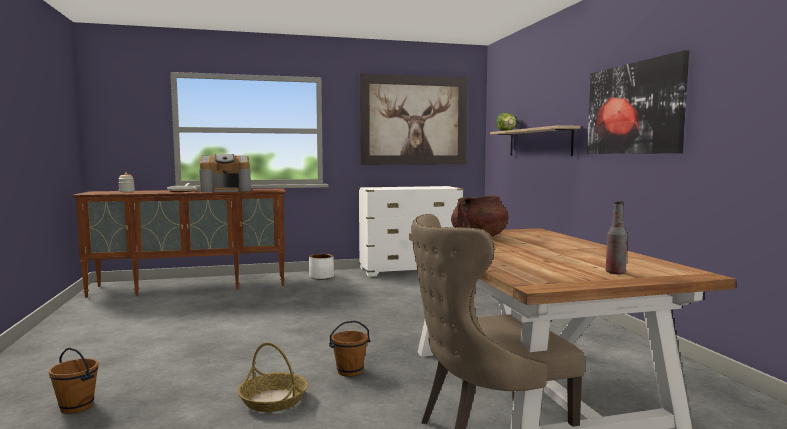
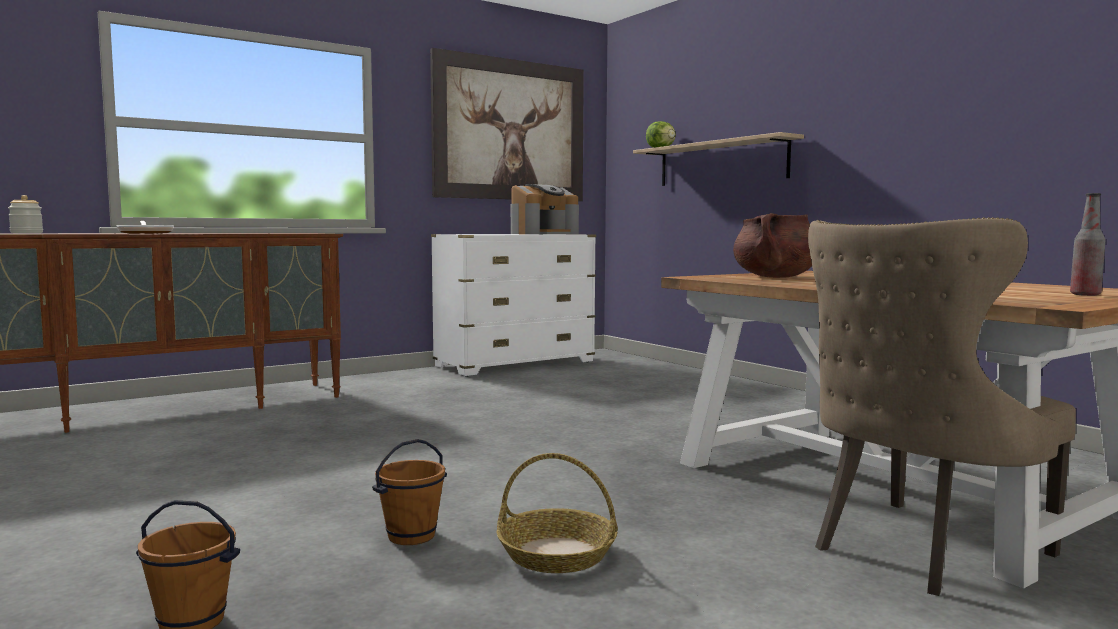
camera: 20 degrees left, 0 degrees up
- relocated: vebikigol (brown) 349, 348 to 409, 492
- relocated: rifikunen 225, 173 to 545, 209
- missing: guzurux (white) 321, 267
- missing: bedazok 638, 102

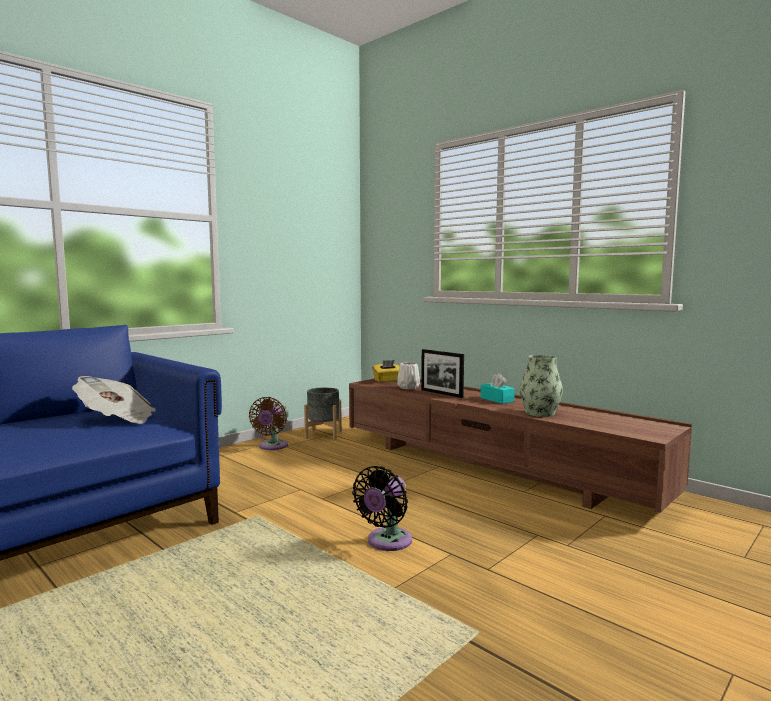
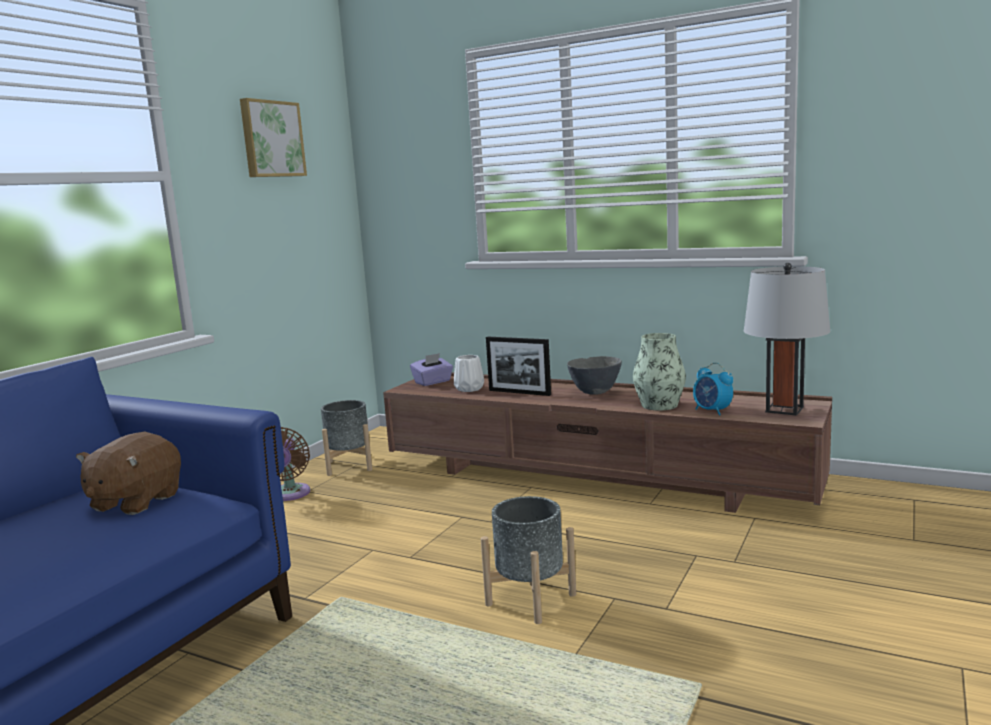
camera: 15 degrees left, 5 degrees up
- exchanged: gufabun 114, 400 to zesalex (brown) 128, 473
- appeared: bedazok 273, 137
- colour: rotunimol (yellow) 385, 371 to rotunimol (purple) 431, 369
- exchanged: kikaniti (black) 382, 508 to guzurux (grey) 528, 560
- exchanged: rotunimol (turquoise) 497, 388 to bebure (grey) 594, 375
- appeared: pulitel 713, 389
- appeared: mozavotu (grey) 787, 339

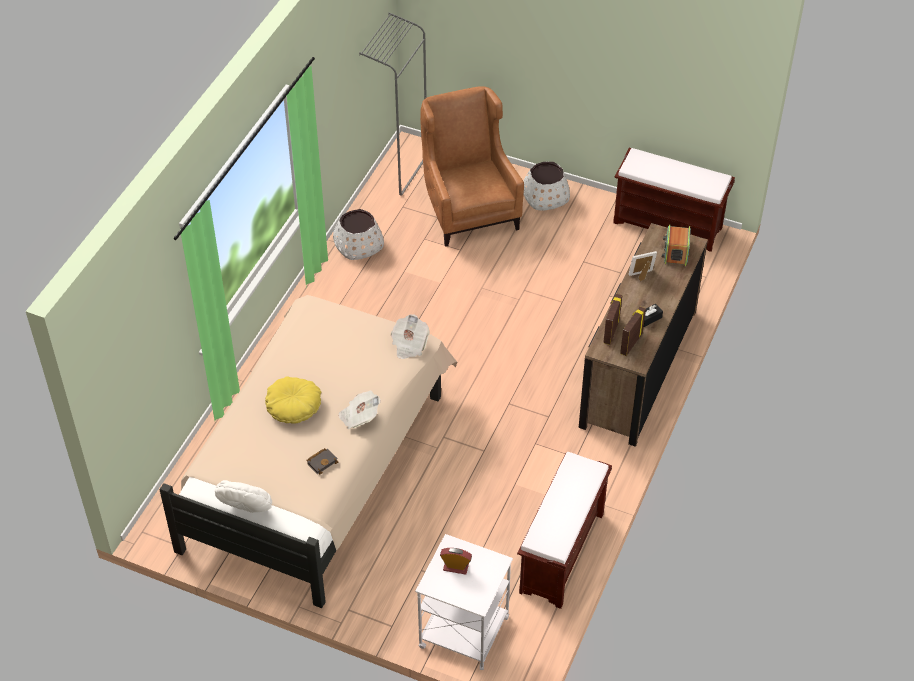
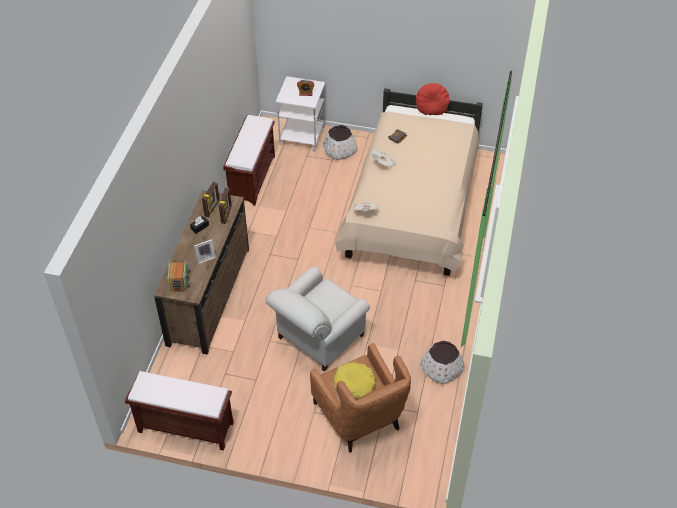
camera: 170 degrees right, 0 degrees up
- appeared: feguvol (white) 318, 318
- relocated: guzurux (white) 547, 186 to 340, 142
- relocated: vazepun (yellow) 293, 400 to 354, 380
- colour: vazepun (white) 243, 496 to vazepun (red) 433, 99
- missing: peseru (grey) 393, 104

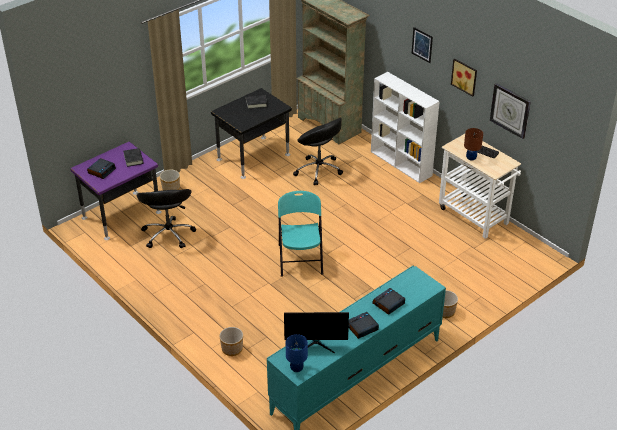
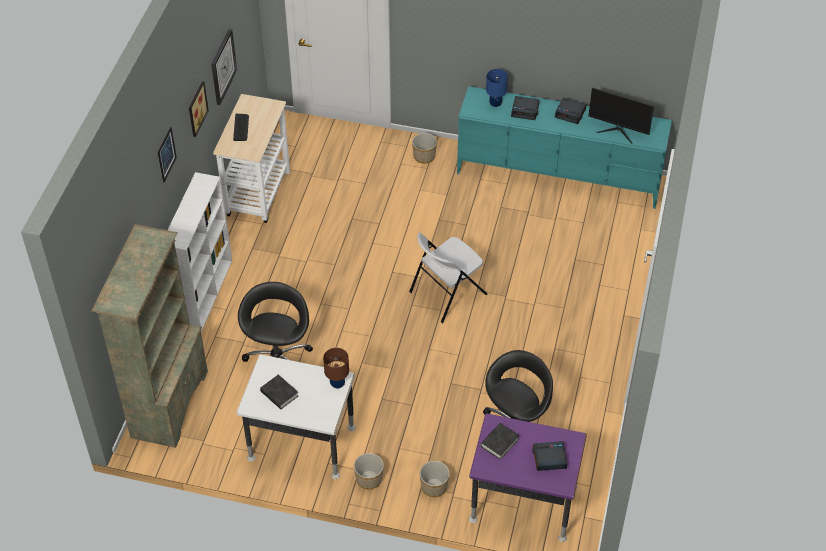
camera: 125 degrees left, 10 degrees up
- colour: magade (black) 251, 133 to magade (white) 296, 416
- relocated: mozavotu (brown) 473, 144 to 336, 368
- relocated: guzurux 231, 341 to 369, 471
- colour: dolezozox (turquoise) 300, 233 to dolezozox (white) 448, 278
- relocated: mozavotu (blue) 297, 353 to 497, 88
- spun: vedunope 316, 332 = 621, 115 150 degrees clockwise

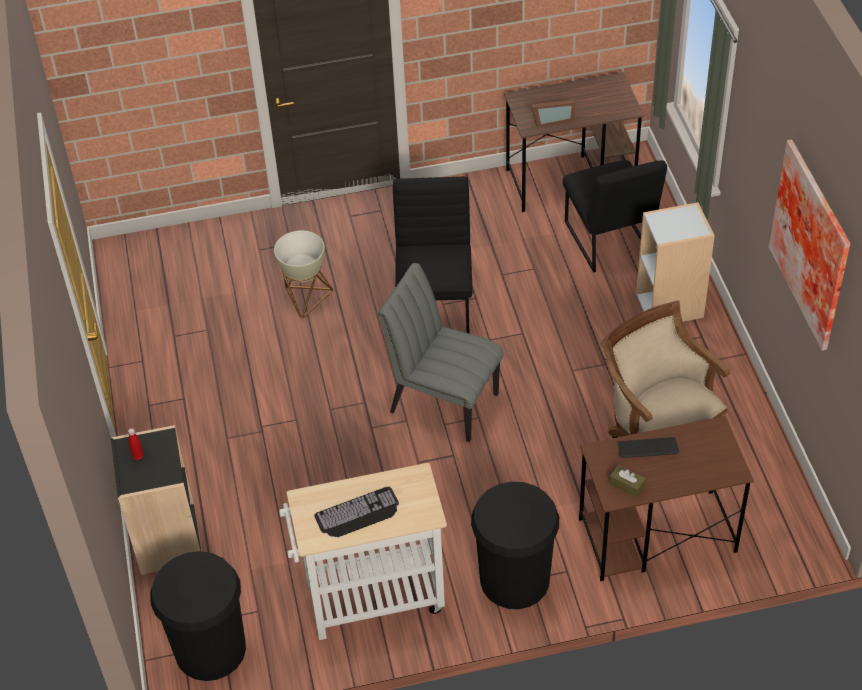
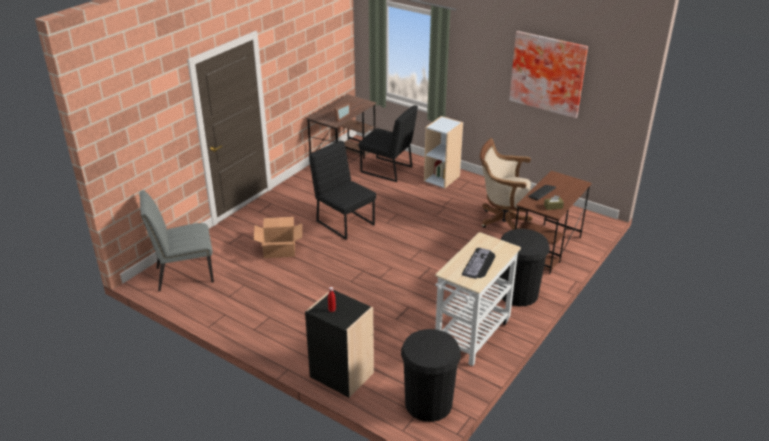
camera: 45 degrees left, 15 degrees down
- relocated: dolezozox (grey) 440, 352 to 177, 241
- exchanged: guzurux 303, 274 to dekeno 277, 237

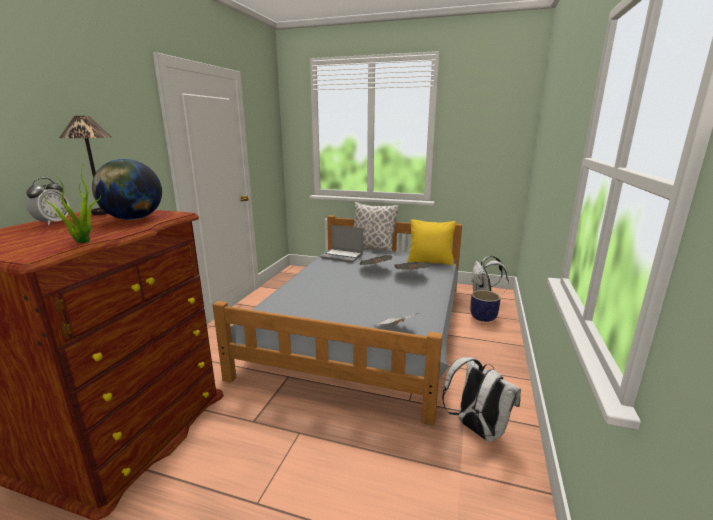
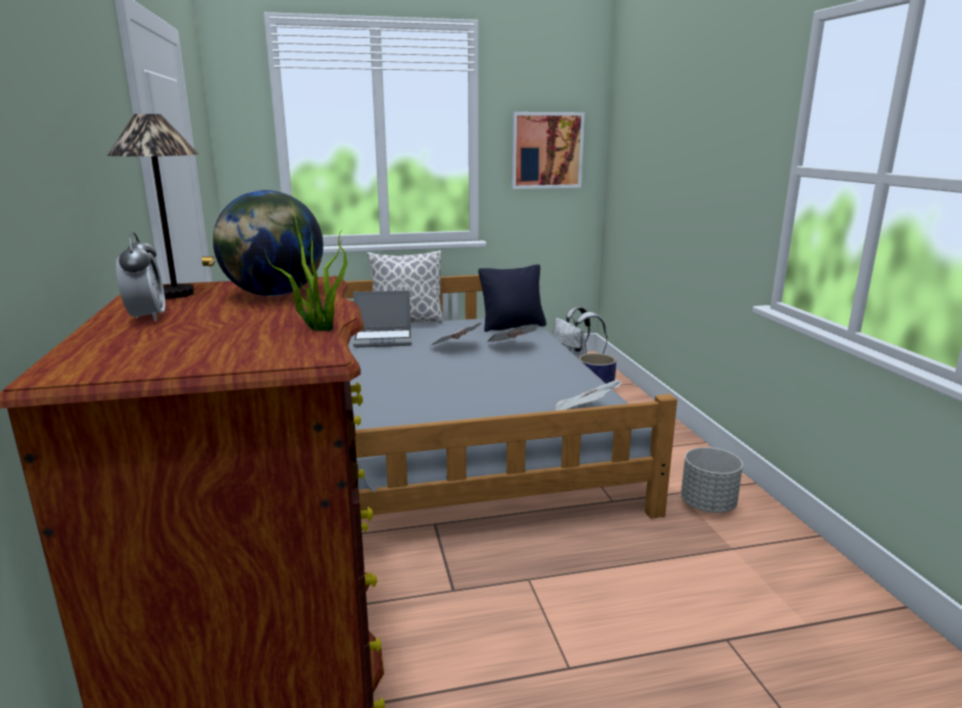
camera: 30 degrees left, 0 degrees up
- colour: vazepun (yellow) 432, 242 to vazepun (black) 512, 298
- appeared: bedazok 548, 150
- exchanged: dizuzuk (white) 481, 399 to guzurux (grey) 712, 480

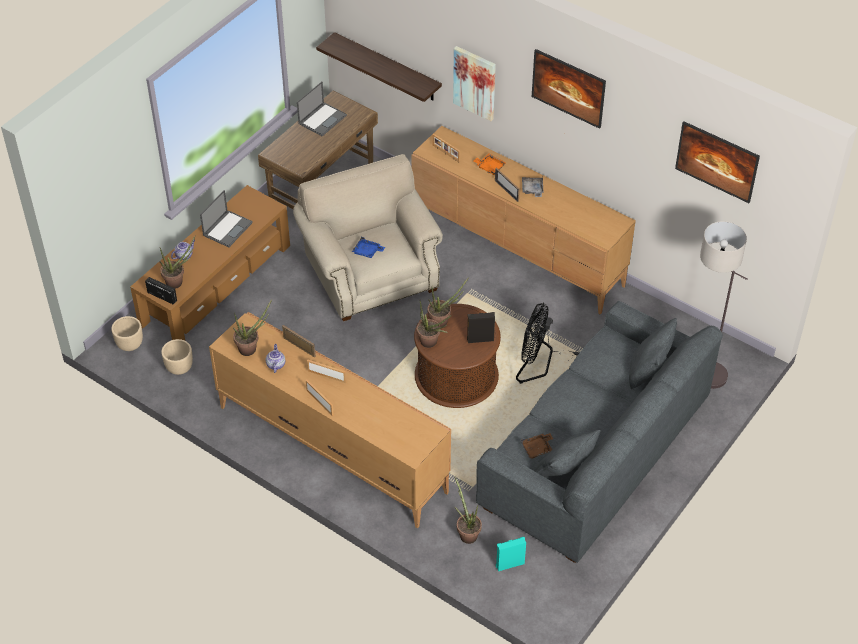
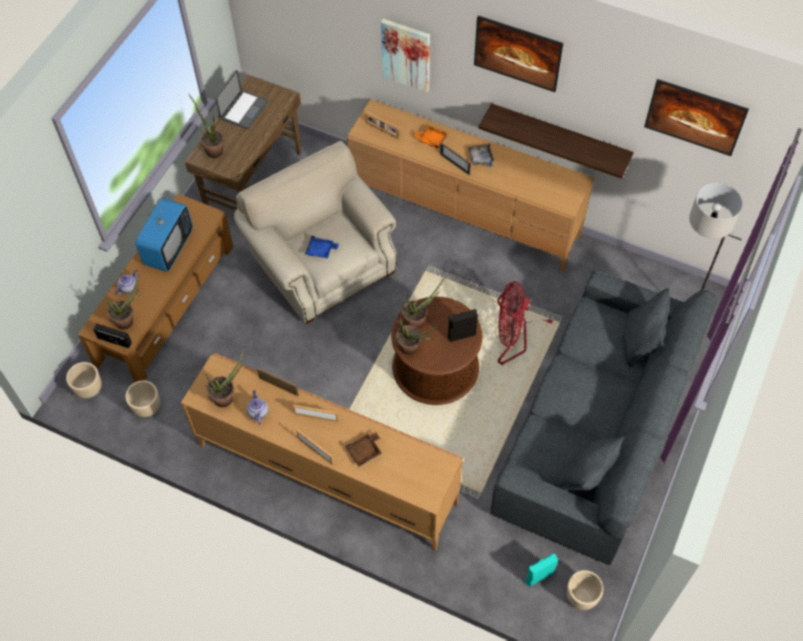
camera: 10 degrees left, 10 degrees up
- exchanged: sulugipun 226, 218 to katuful 164, 233
- relocated: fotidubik 468, 510 to 206, 126
- relocated: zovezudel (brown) 537, 446 to 364, 449
- relocated: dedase 379, 67 to 556, 141
- colour: kikaniti (black) 547, 343 to kikaniti (red) 525, 323
- appeared: guzurux (beige) 585, 590

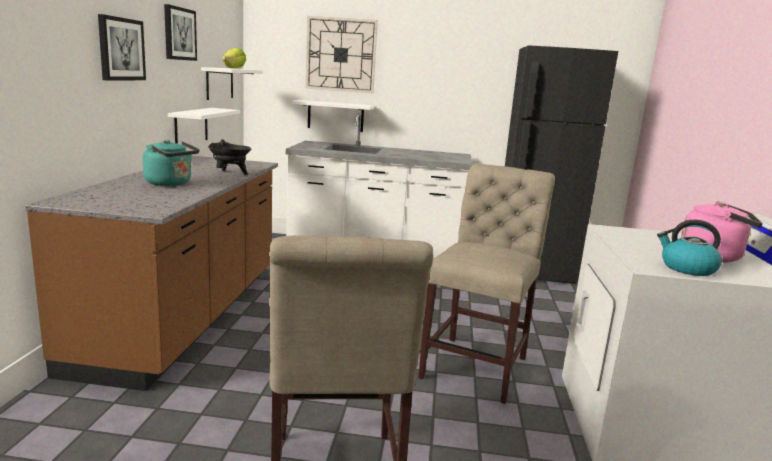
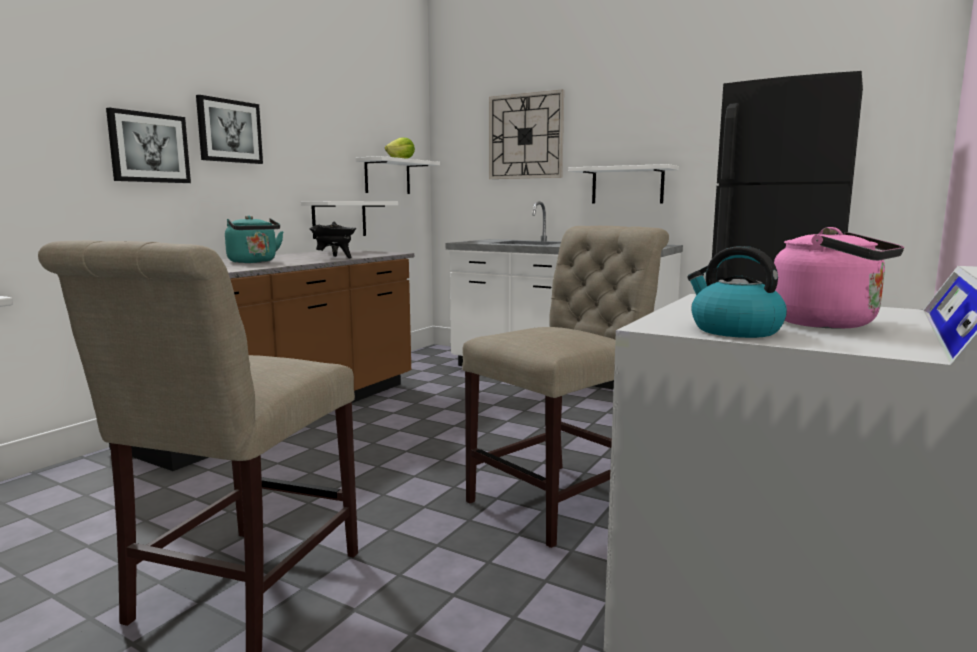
camera: 25 degrees right, 5 degrees down
- relocated: bedazok 180, 32 to 148, 145
- relocated: dedase (white) 332, 116 to 623, 184

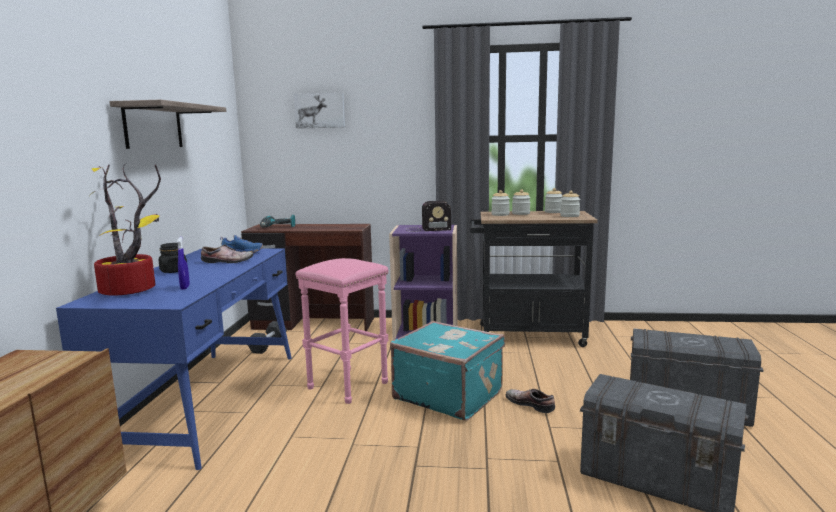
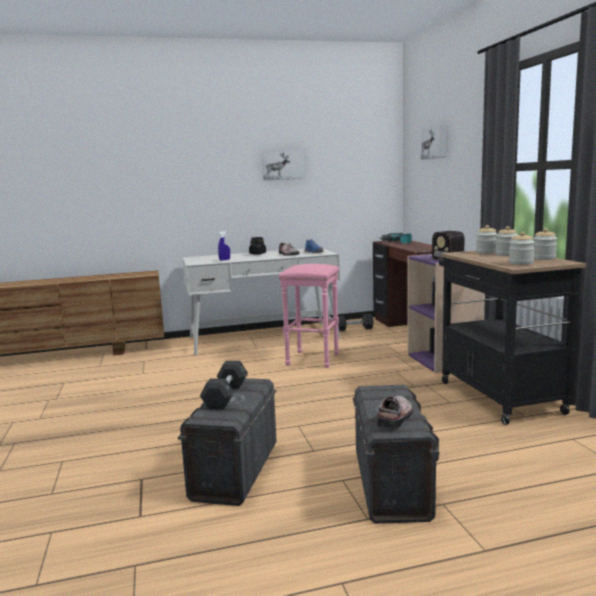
camera: 70 degrees right, 0 degrees up
- colour: magade (blue) 174, 359 to magade (white) 261, 302
- appeared: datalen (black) 224, 385
- exchanged: dedase 167, 124 to bedazok 283, 166
- relocated: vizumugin 530, 401 to 395, 412
- missing: fotidubik 125, 230
- missing: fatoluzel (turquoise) 447, 371

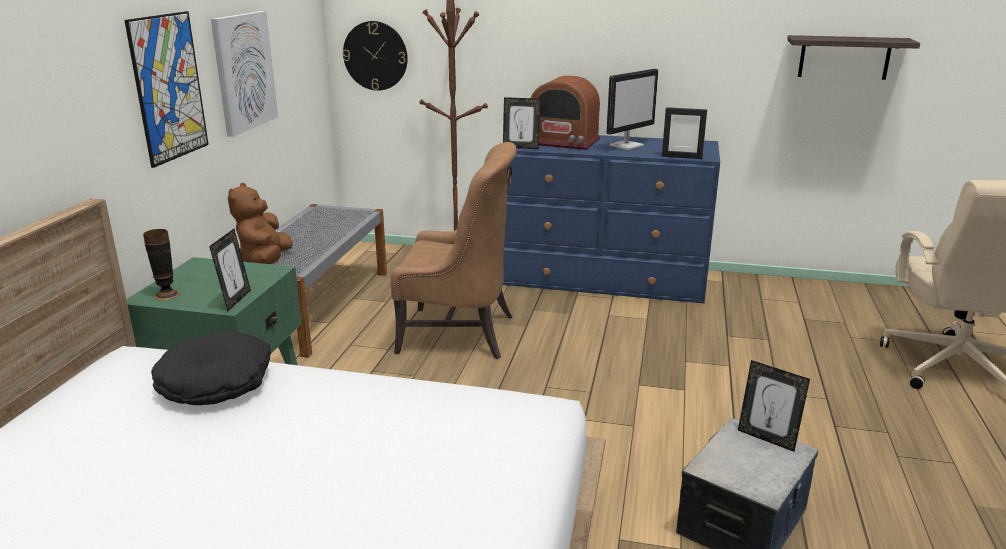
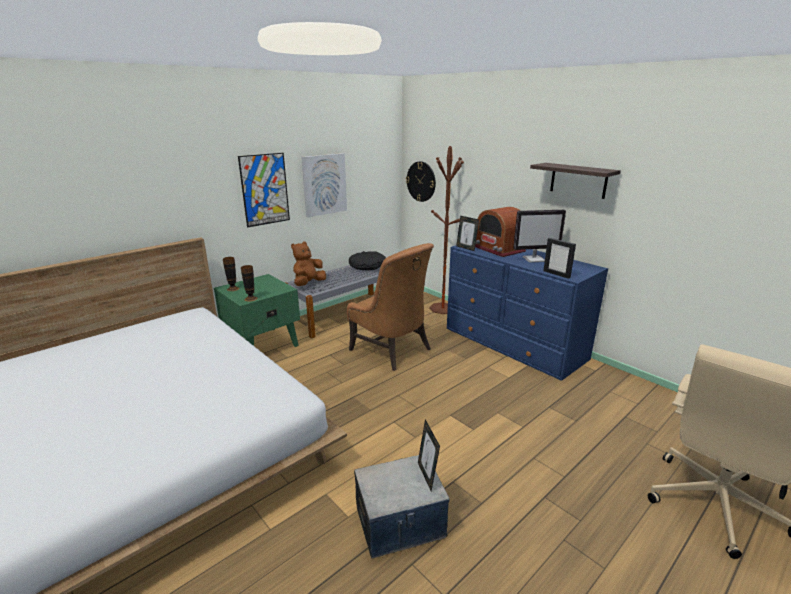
camera: 35 degrees right, 0 degrees up
- exchanged: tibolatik 230, 270 to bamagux 249, 283
- relocated: vazepun (black) 211, 367 to 367, 260
- relocated: dedase 853, 57 to 575, 181

